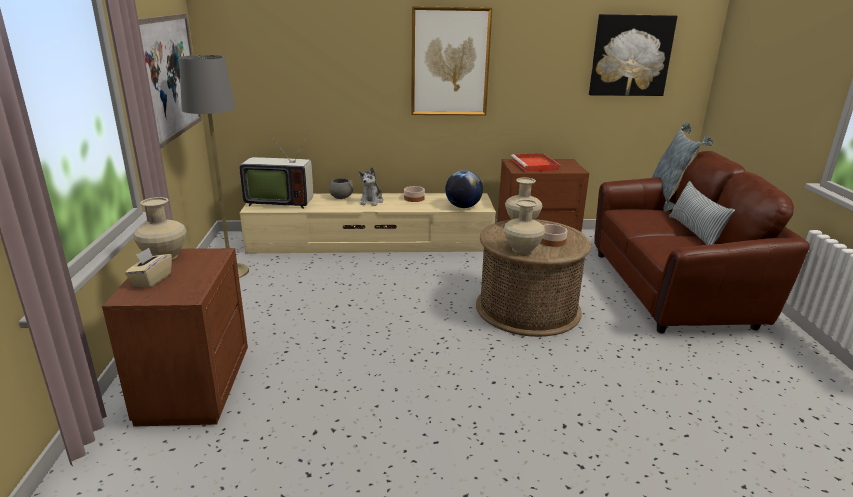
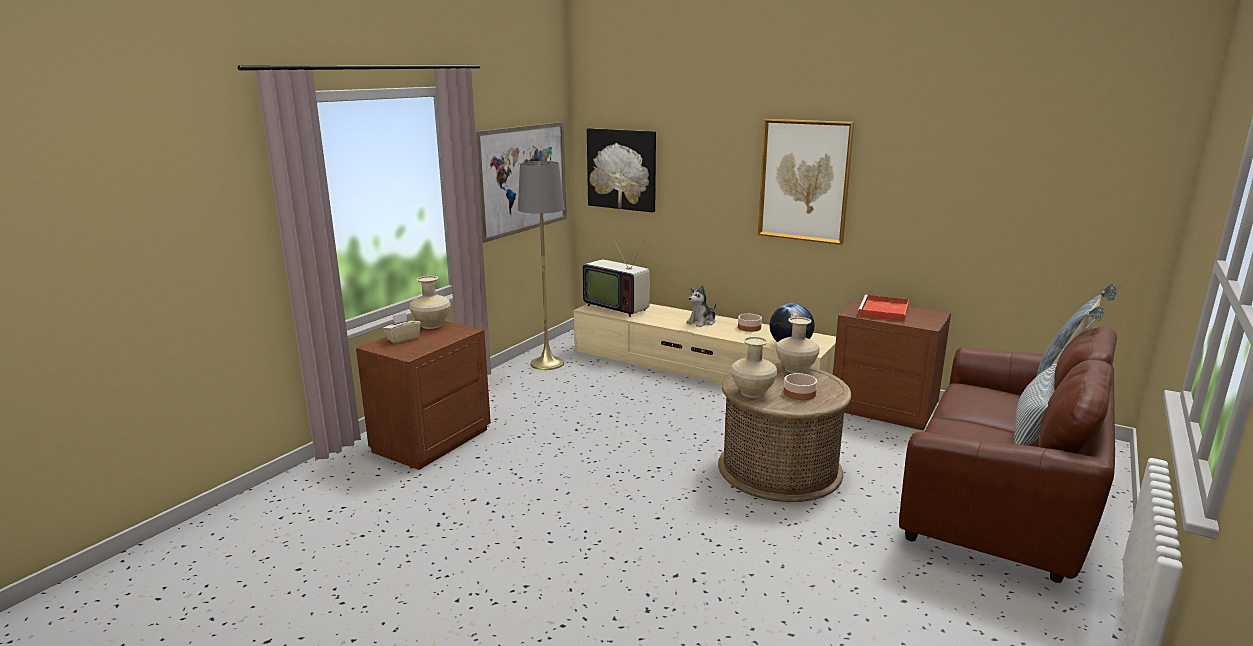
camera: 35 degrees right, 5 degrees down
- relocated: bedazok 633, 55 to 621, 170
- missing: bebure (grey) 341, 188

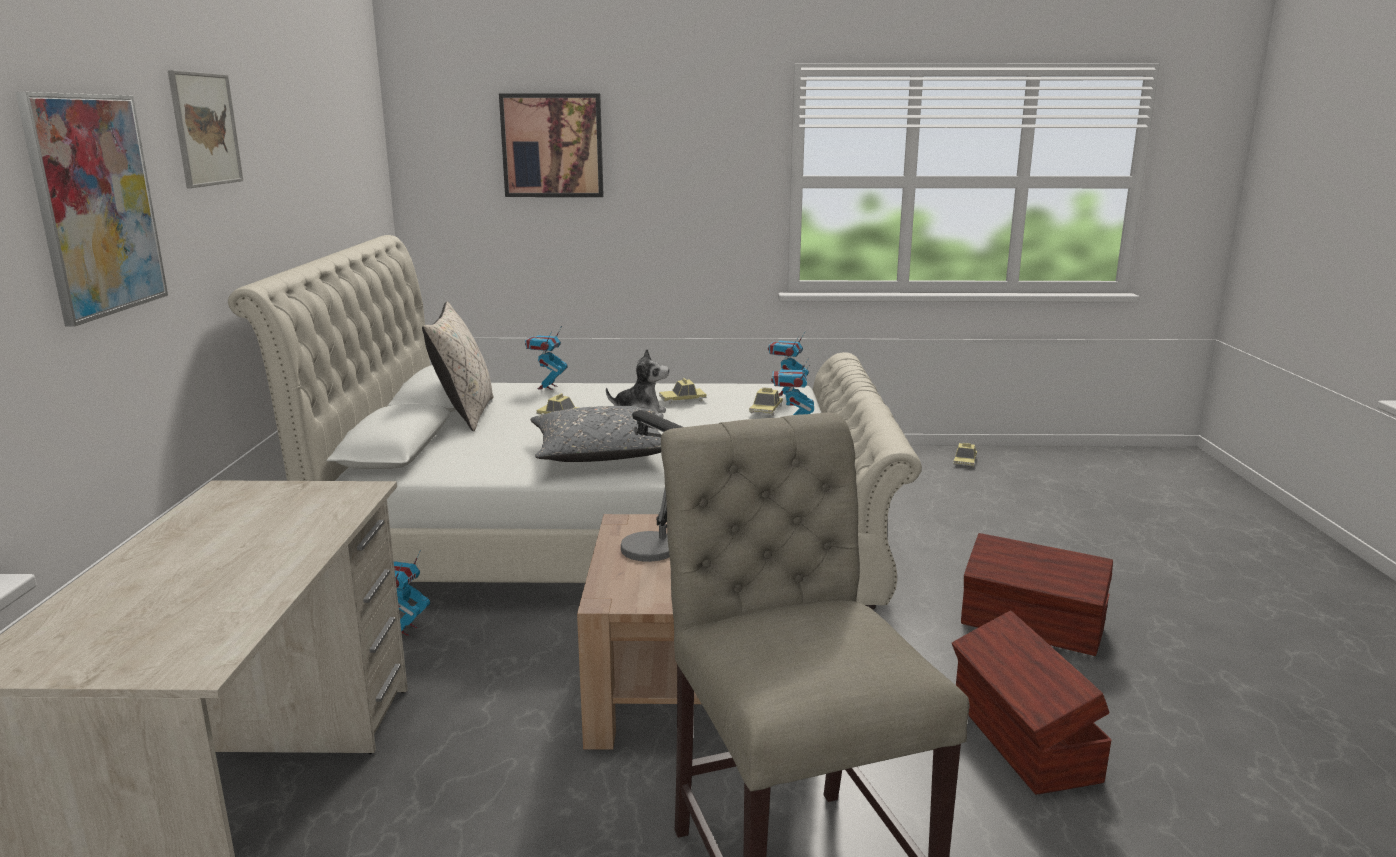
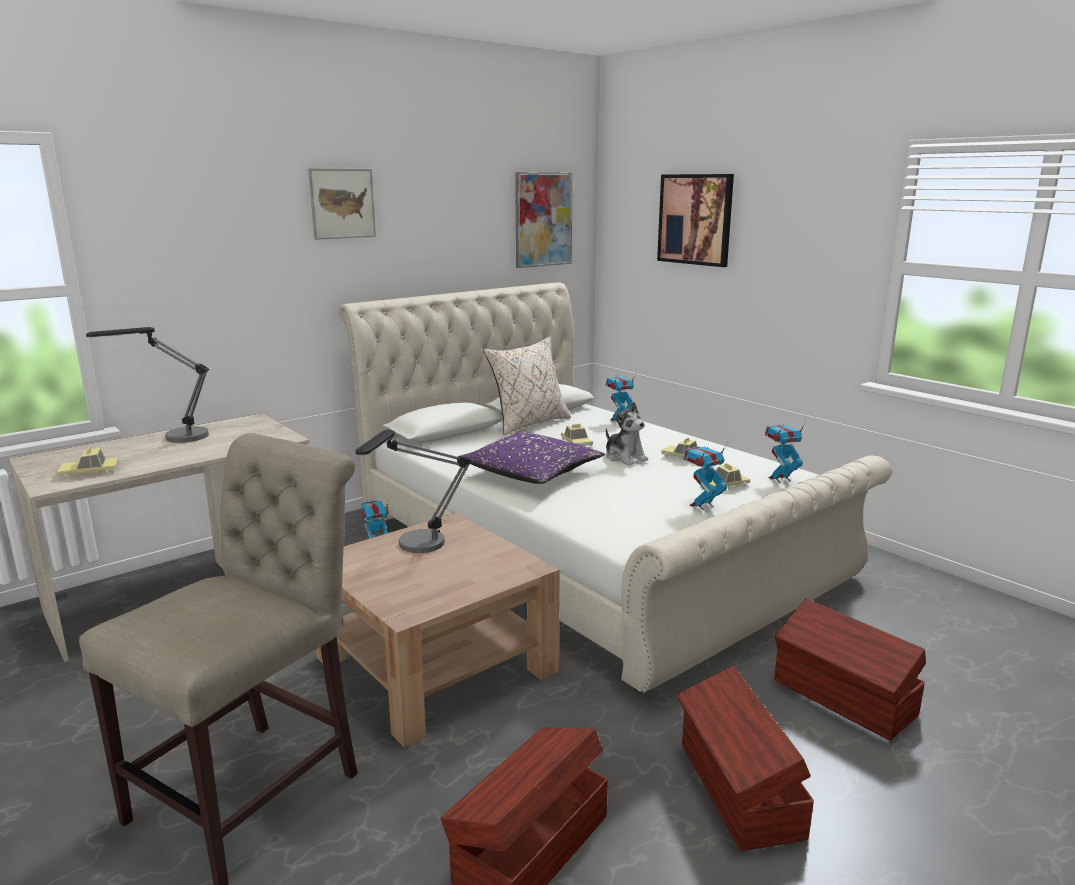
camera: 50 degrees right, 0 degrees up
- relocated: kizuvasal 965, 455 to 88, 463
- appeared: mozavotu 147, 385
- colour: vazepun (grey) 595, 434 to vazepun (purple) 532, 458
- relocated: bedazok 91, 209 to 544, 220
- appeared: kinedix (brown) 850, 670

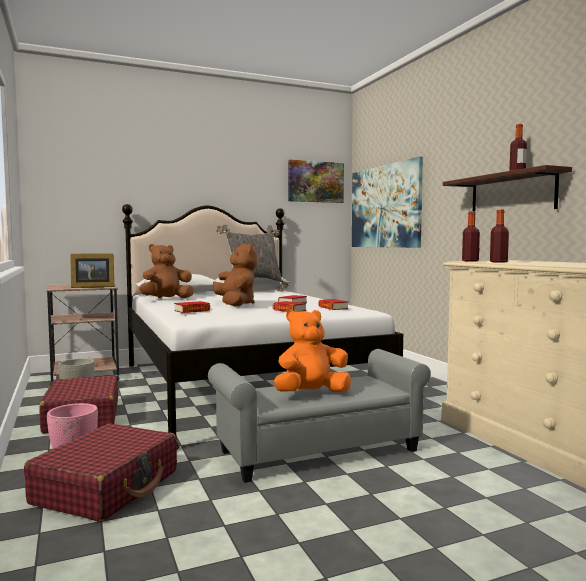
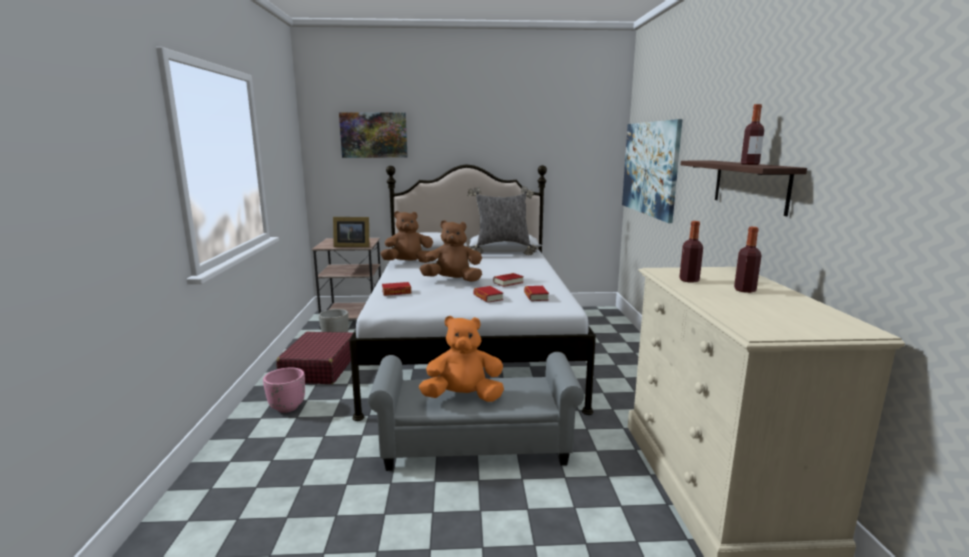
camera: 20 degrees right, 10 degrees up
- relocated: bedazok 316, 181 to 373, 135
- spun: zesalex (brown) 235, 275 = 451, 251 90 degrees counterclockwise
- relocated: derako 471, 236 to 748, 260
- missing: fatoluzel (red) 100, 472

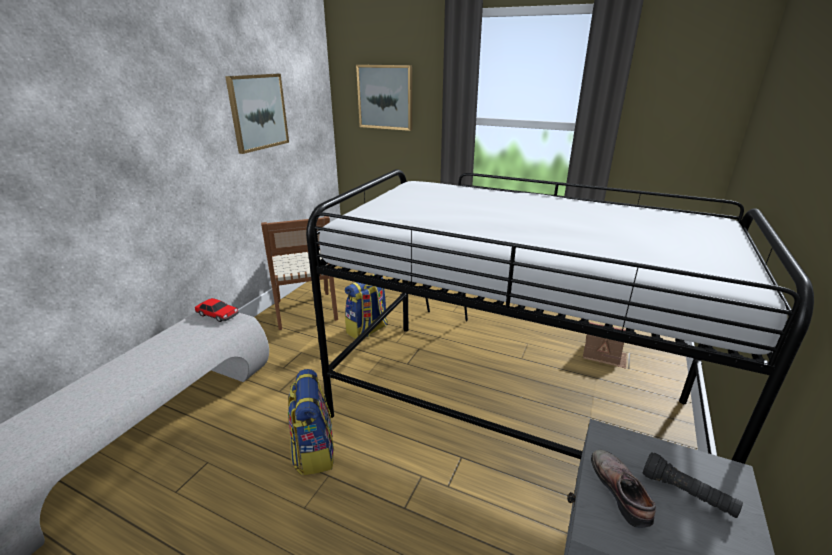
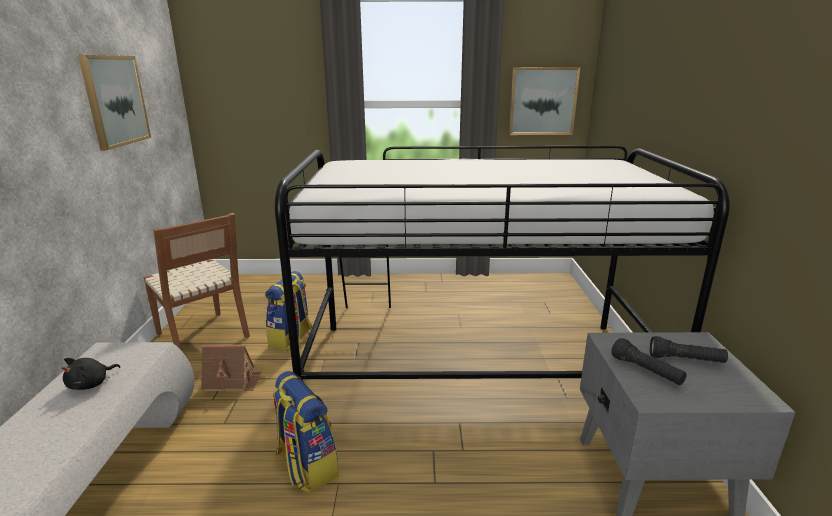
camera: 25 degrees left, 5 degrees down
- appeared: zesalex (black) 90, 374
- relocated: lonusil 605, 345 to 231, 369
- relocated: bedazok 384, 98 to 544, 101
- exchanged: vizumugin 623, 489 to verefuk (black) 649, 361
- missing: kizuvasal 217, 310

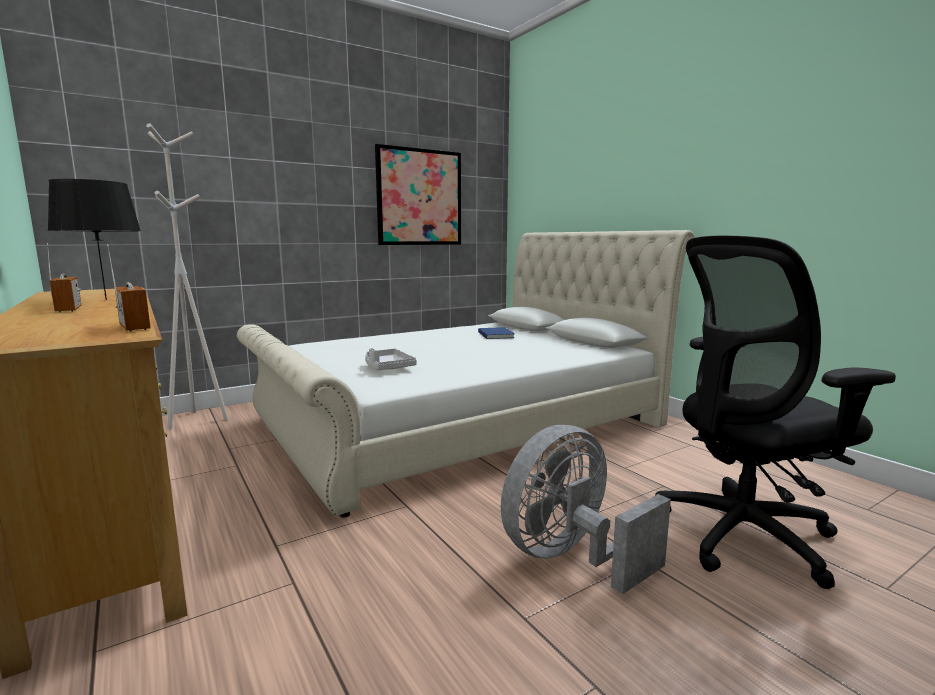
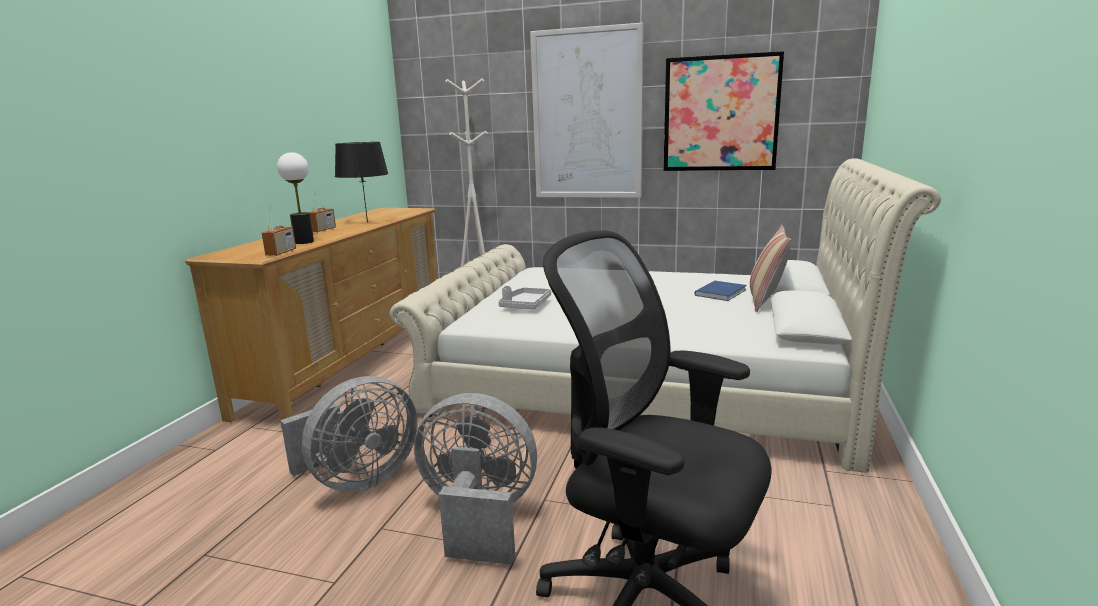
camera: 50 degrees right, 5 degrees up
- appeared: mozavotu 295, 198
- appeared: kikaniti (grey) 349, 434
- appeared: bedazok 587, 110
- appeared: vazepun 770, 268

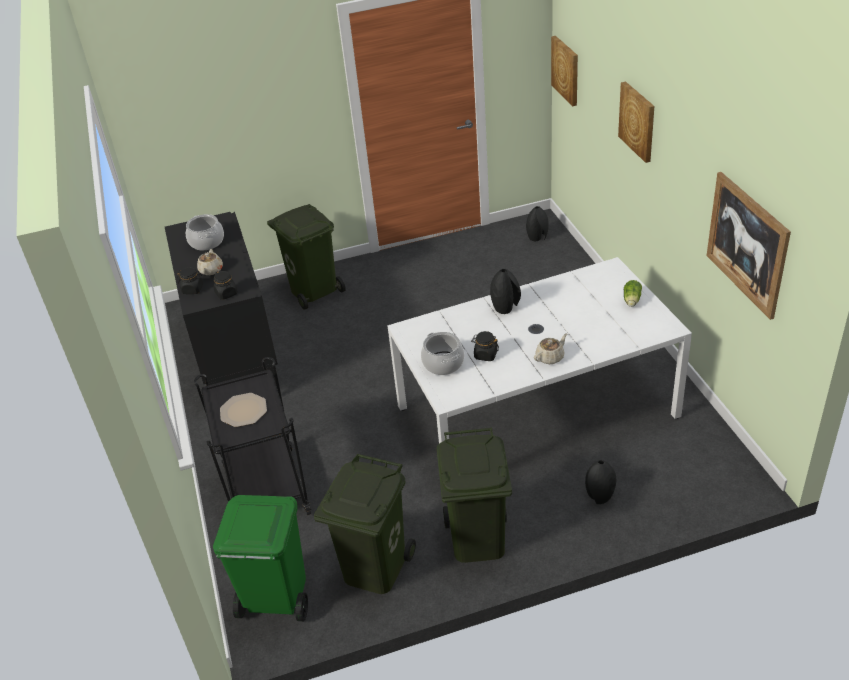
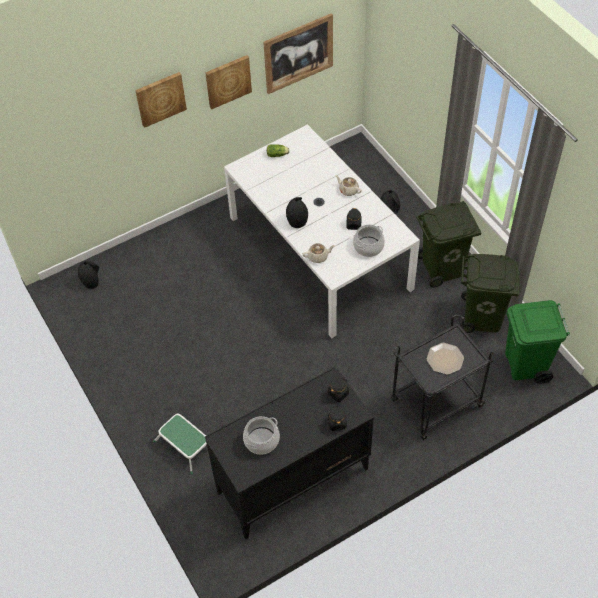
camera: 105 degrees left, 15 degrees up
- exchanged: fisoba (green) 306, 257 to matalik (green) 180, 444
- relocated: bedazok 564, 71 to 228, 82
- relocated: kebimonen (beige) 210, 262 to 319, 253

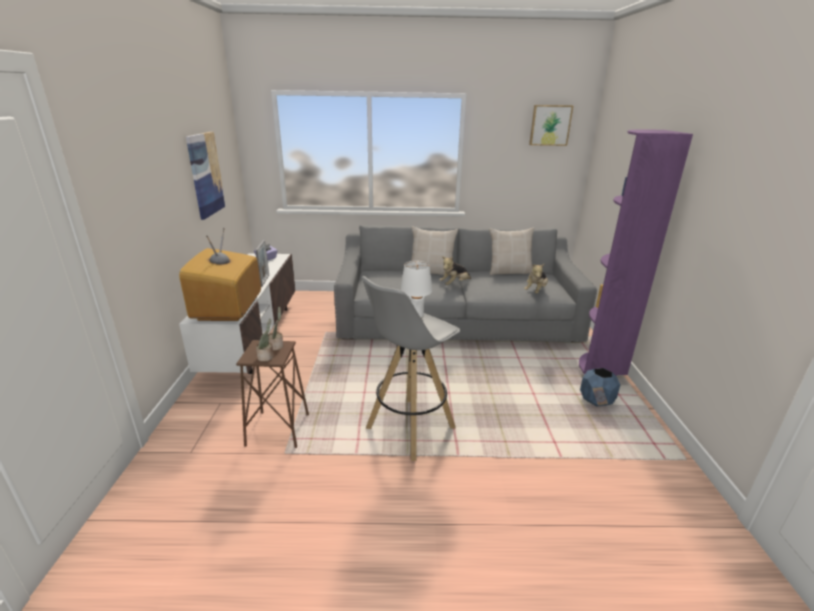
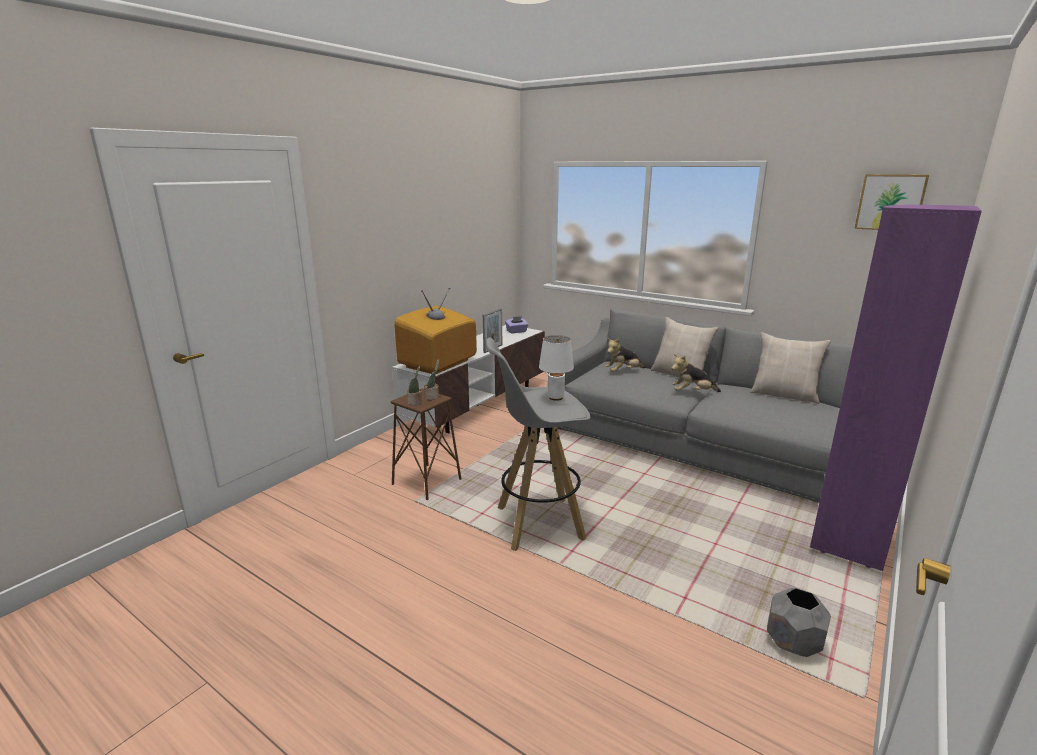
camera: 35 degrees right, 5 degrees down
- relocated: zesalex 536, 278 to 625, 355
- appeared: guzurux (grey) 799, 622
- missing: bedazok 206, 176
- missing: guzurux (blue) 600, 387

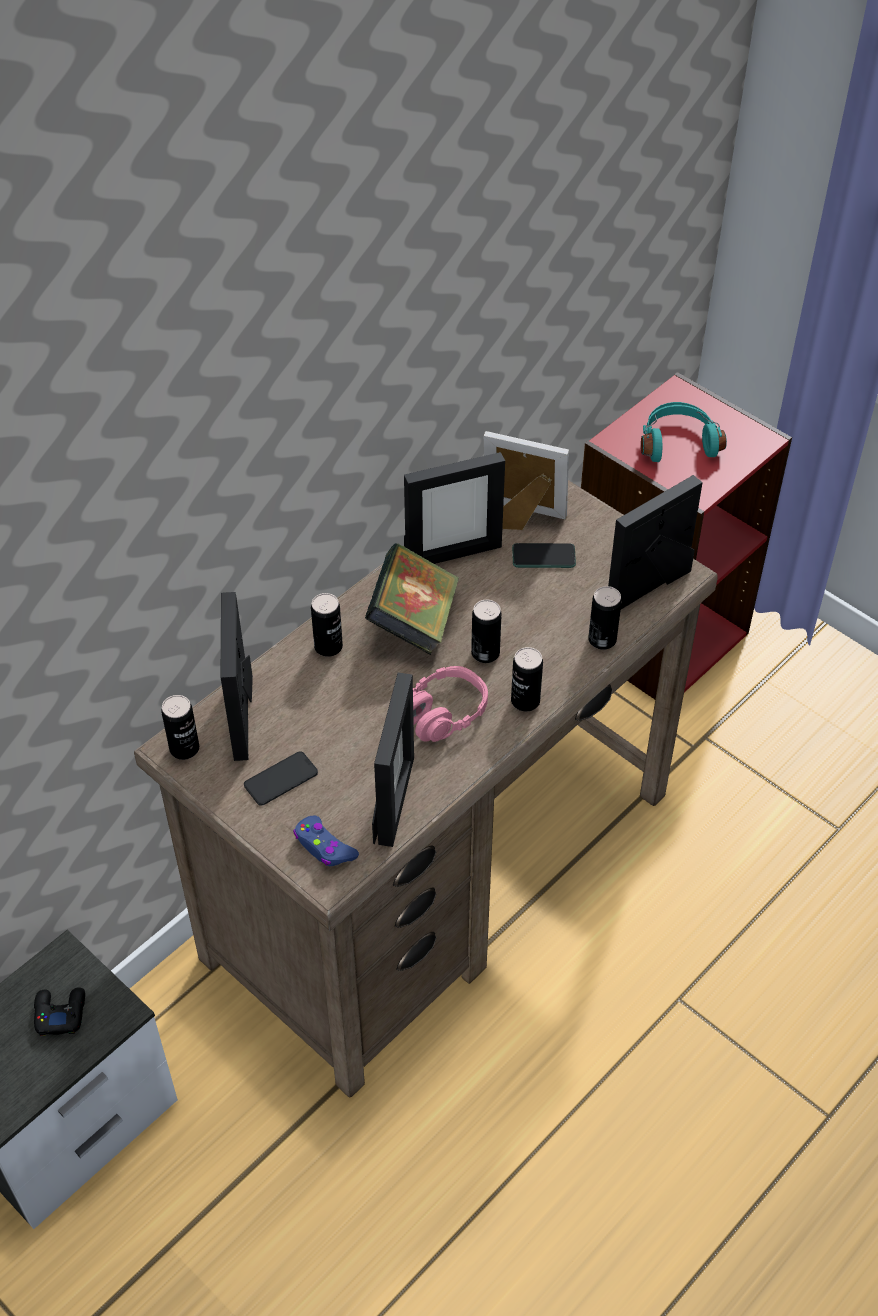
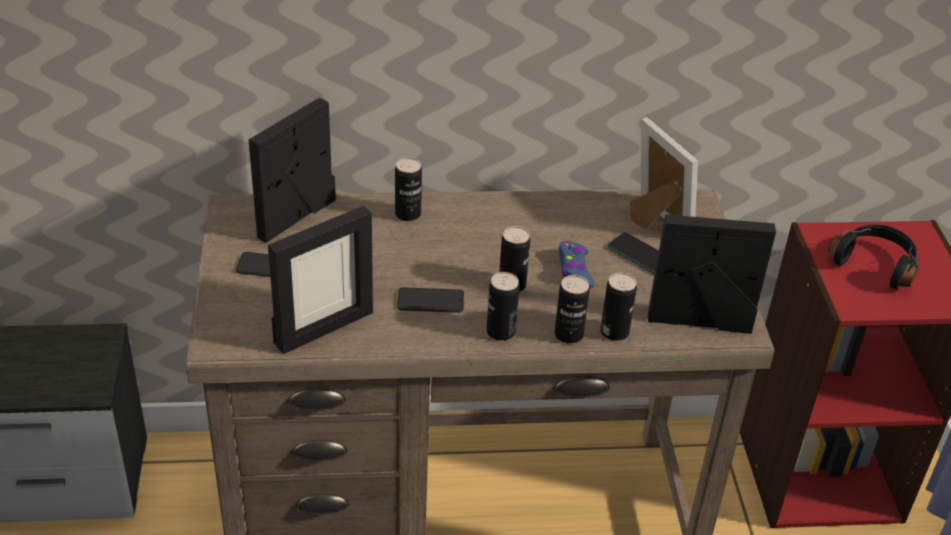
camera: 40 degrees right, 10 degrees down
- exchanged: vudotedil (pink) 450, 704 to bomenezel 430, 300
- relocated: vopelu 180, 727 to 572, 309
- relocated: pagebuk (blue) 326, 840 to 577, 264
- colour: vudotedil (turquoise) 684, 432 to vudotedil (black) 873, 257
- missing: pagebuk (black) 59, 1011
- missing: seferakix 412, 599
- missing: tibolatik 454, 508

